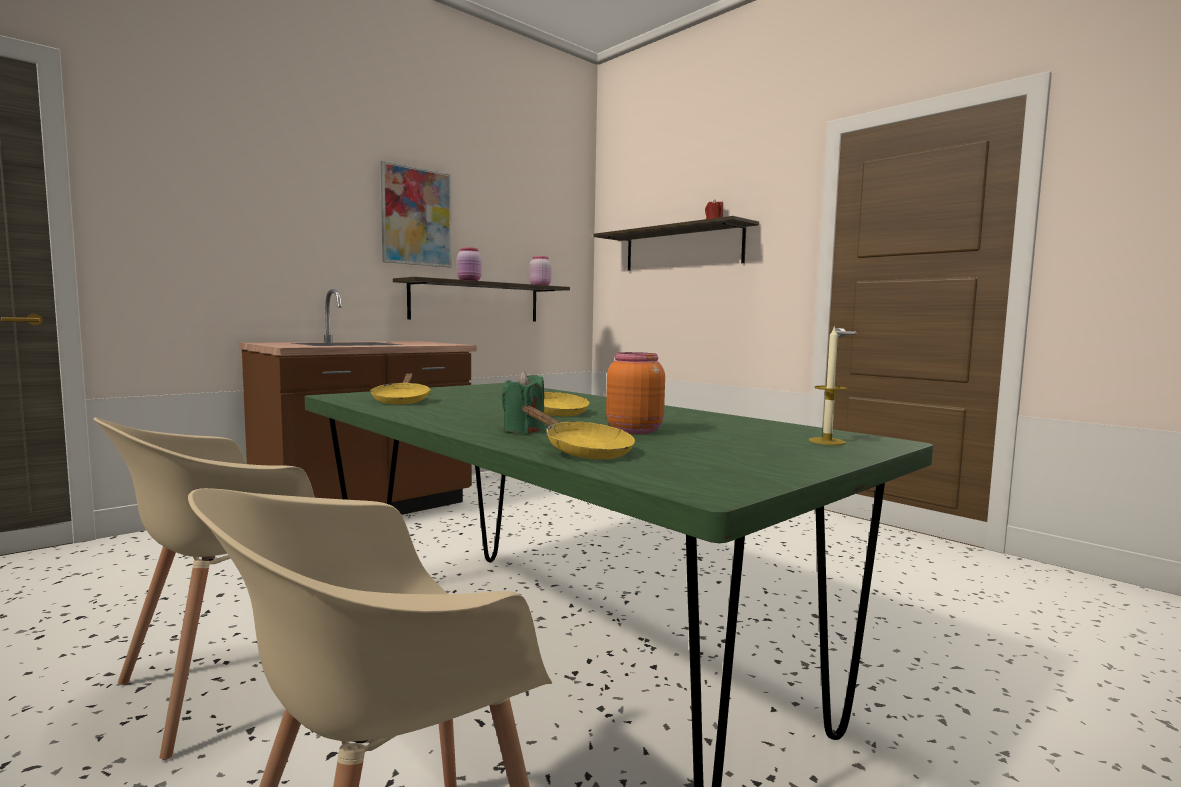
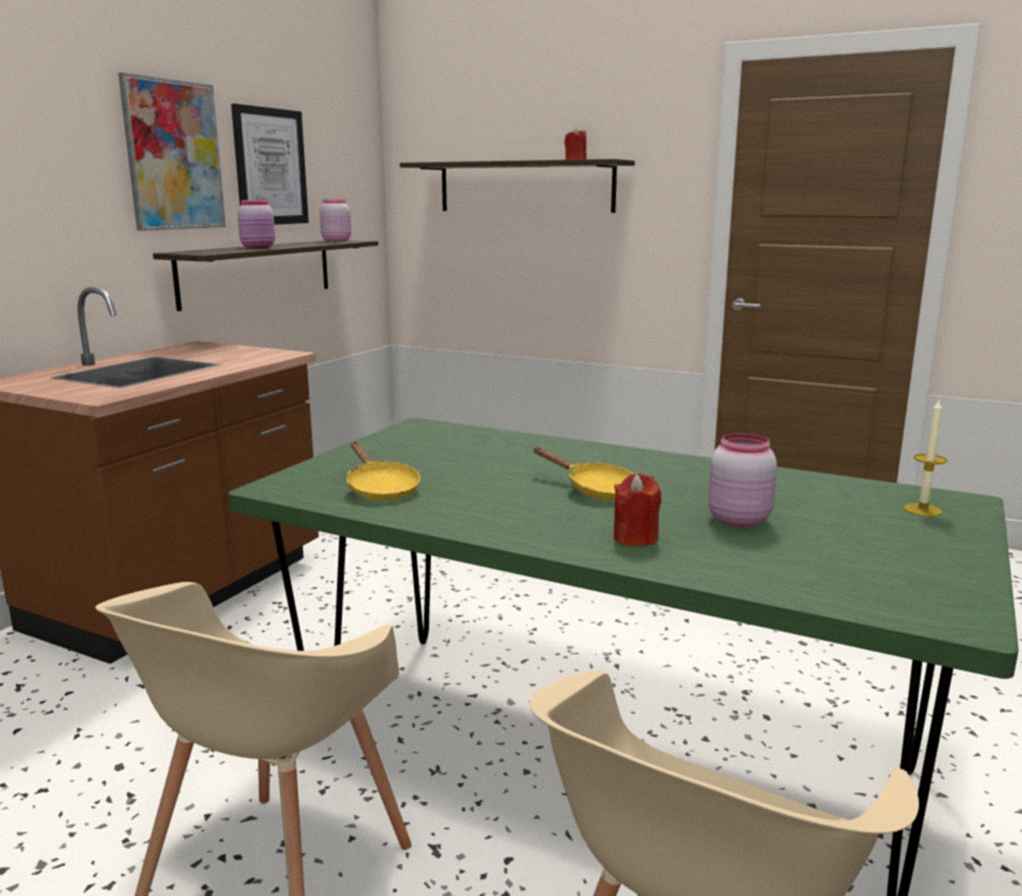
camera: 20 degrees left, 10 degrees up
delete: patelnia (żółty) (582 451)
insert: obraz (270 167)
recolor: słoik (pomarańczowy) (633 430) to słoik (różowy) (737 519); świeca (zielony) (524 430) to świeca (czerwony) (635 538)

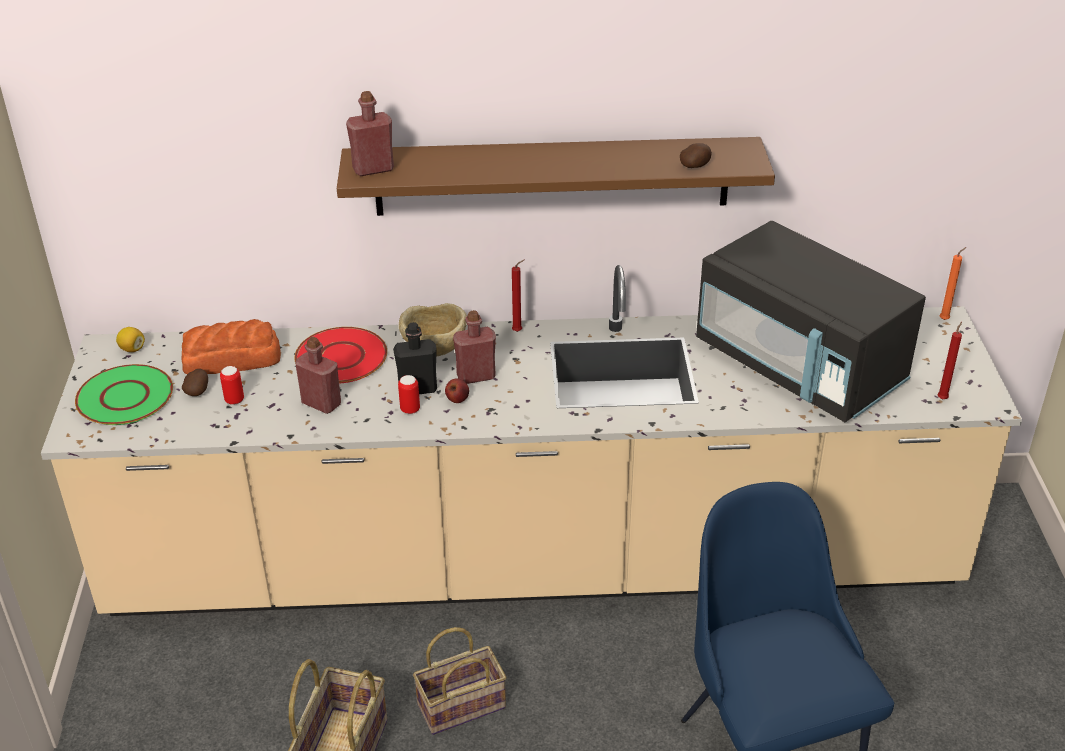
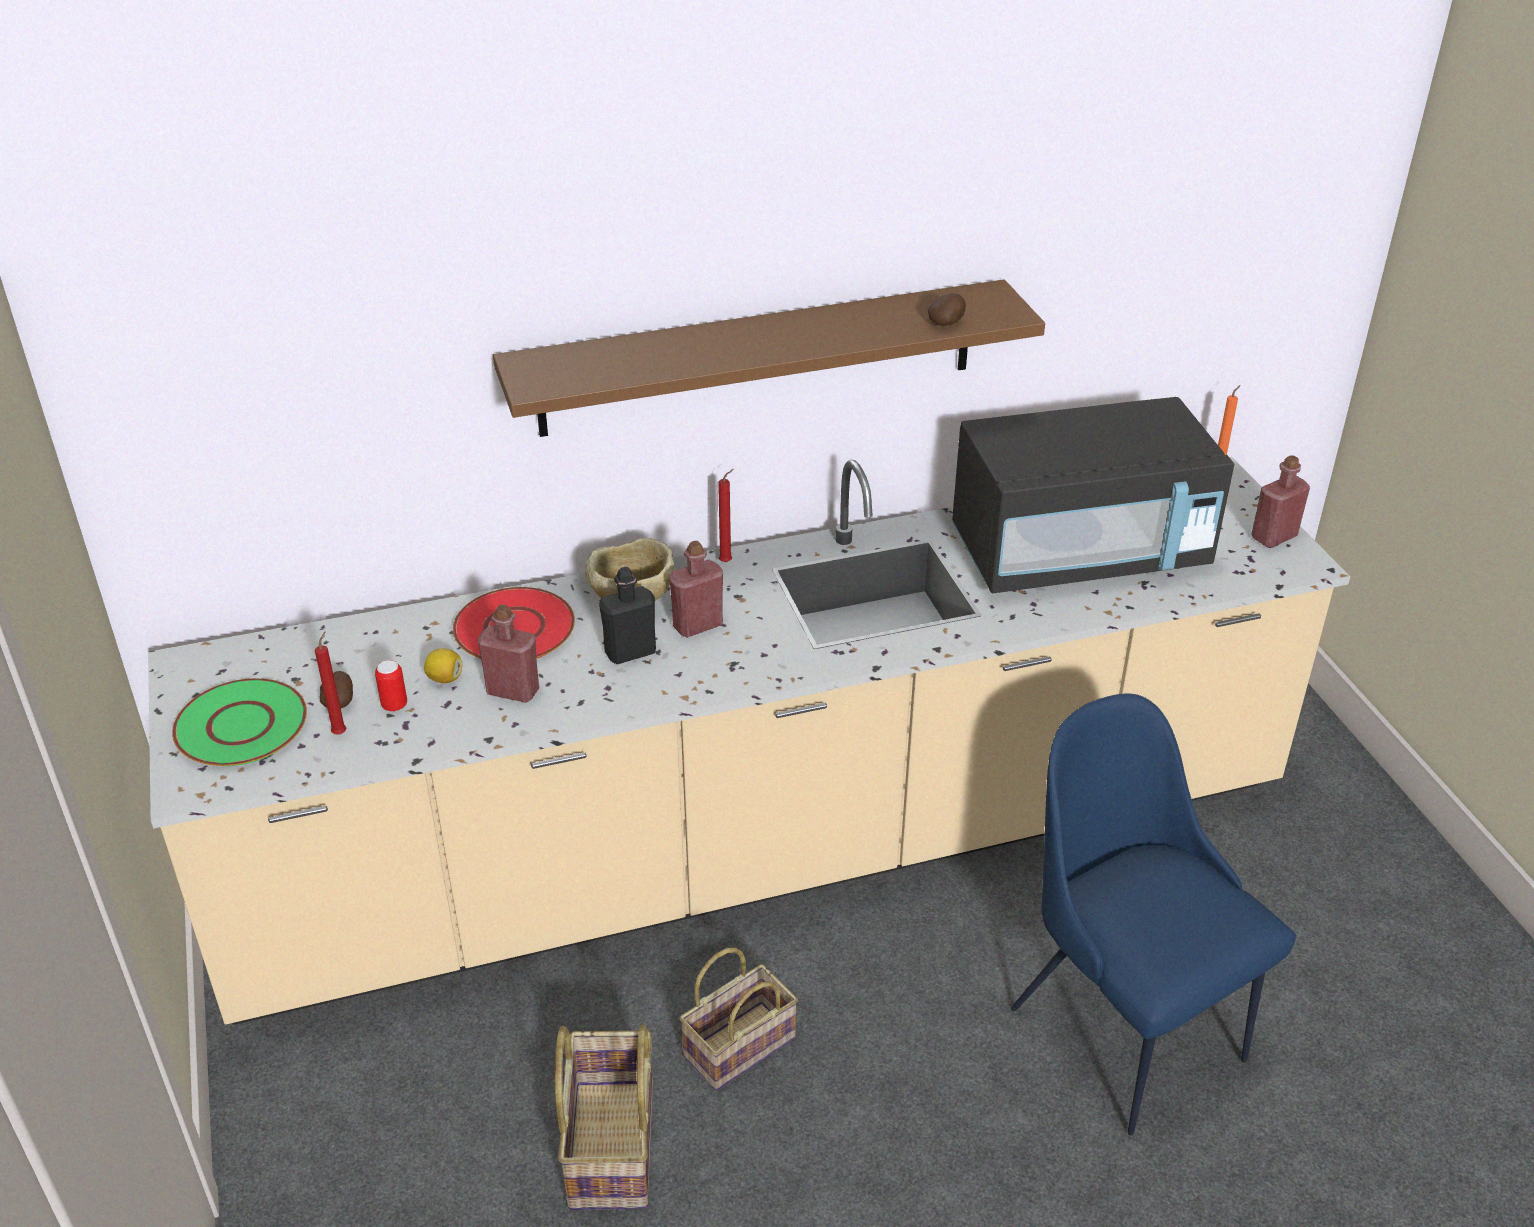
camera: 15 degrees left, 0 degrees up
delete: chleb (233 359); puszka (410 409); jabłko (457 400)
move: butelka (czerwony) (373 169) to (1273 537); świeca (czerwony) (942 398) to (341 732); cytryna (132 349) to (445 678)
rotate: mikrofalówka (czarny) (799 366) = (1079 554) 45 degrees counterclockwise

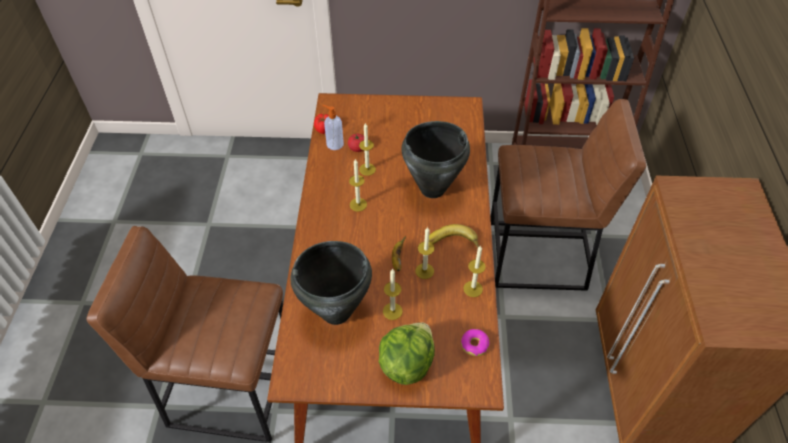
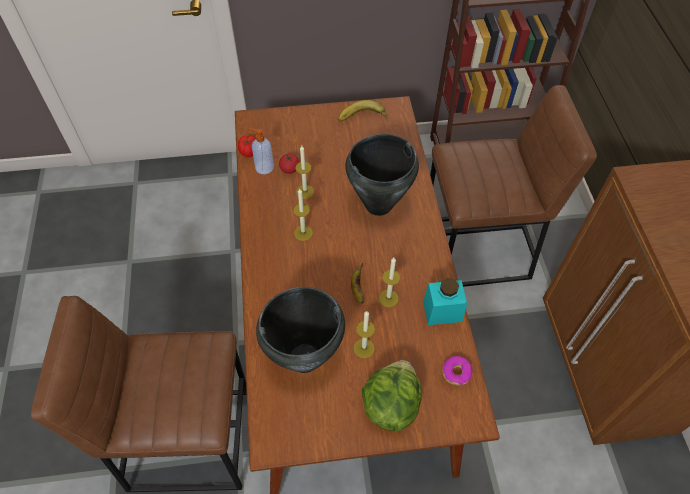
camera: 10 degrees left, 5 degrees up
move: banan (451 244) to (362 118)
replace: świeca (473 289) to słoik (turkusowy) (442 311)

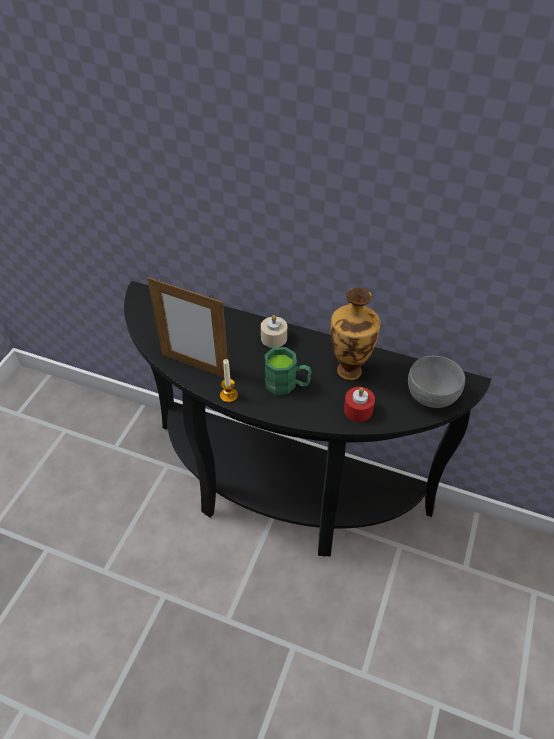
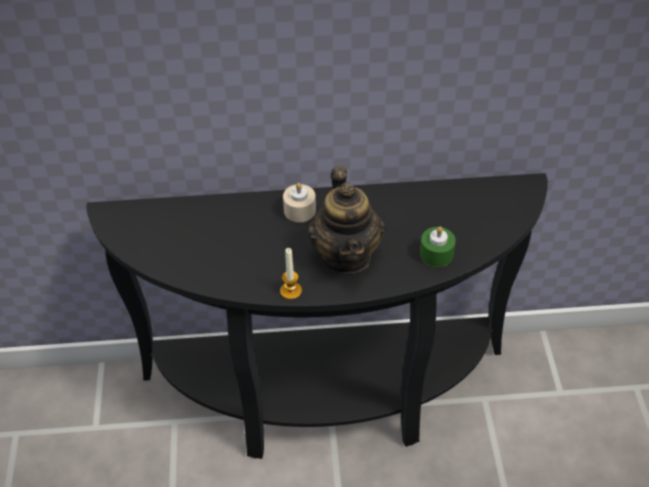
camera: 25 degrees left, 0 degrees up
delete: ramka na zdjęcie (195 366); wazon (349 369); miska (szary) (431 397)
replace: kubek (zielony) (287 384) to imbryk (346 255)
recolor: świeca (czerwony) (358 410) to świeca (zielony) (436 254)

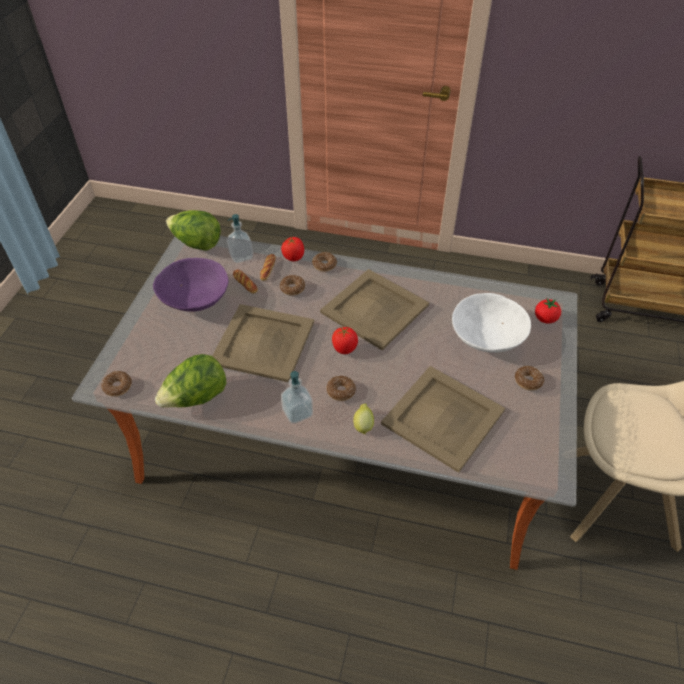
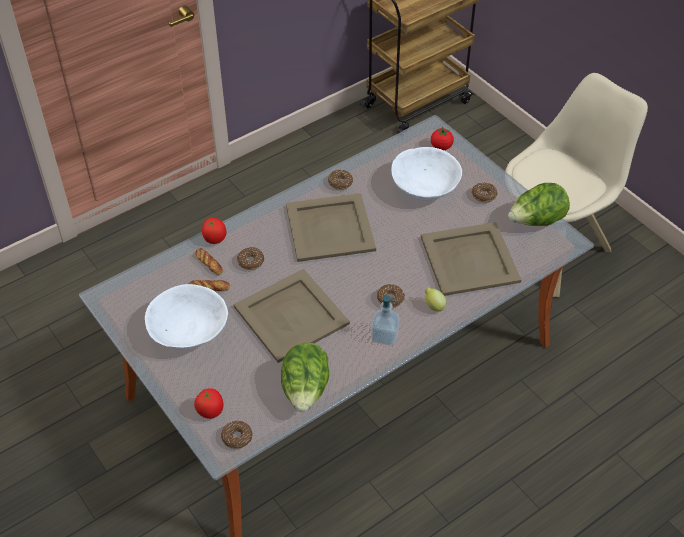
camera: 50 degrees left, 0 degrees up
delete: dozownik mydła (241 256)
move: sałata (196 243) to (536 221); donut (324 265) to (340 183); pomidor (345 348) to (210 411)
recolor: miska (fioletowy) (194 298) to miska (biały) (188 331)

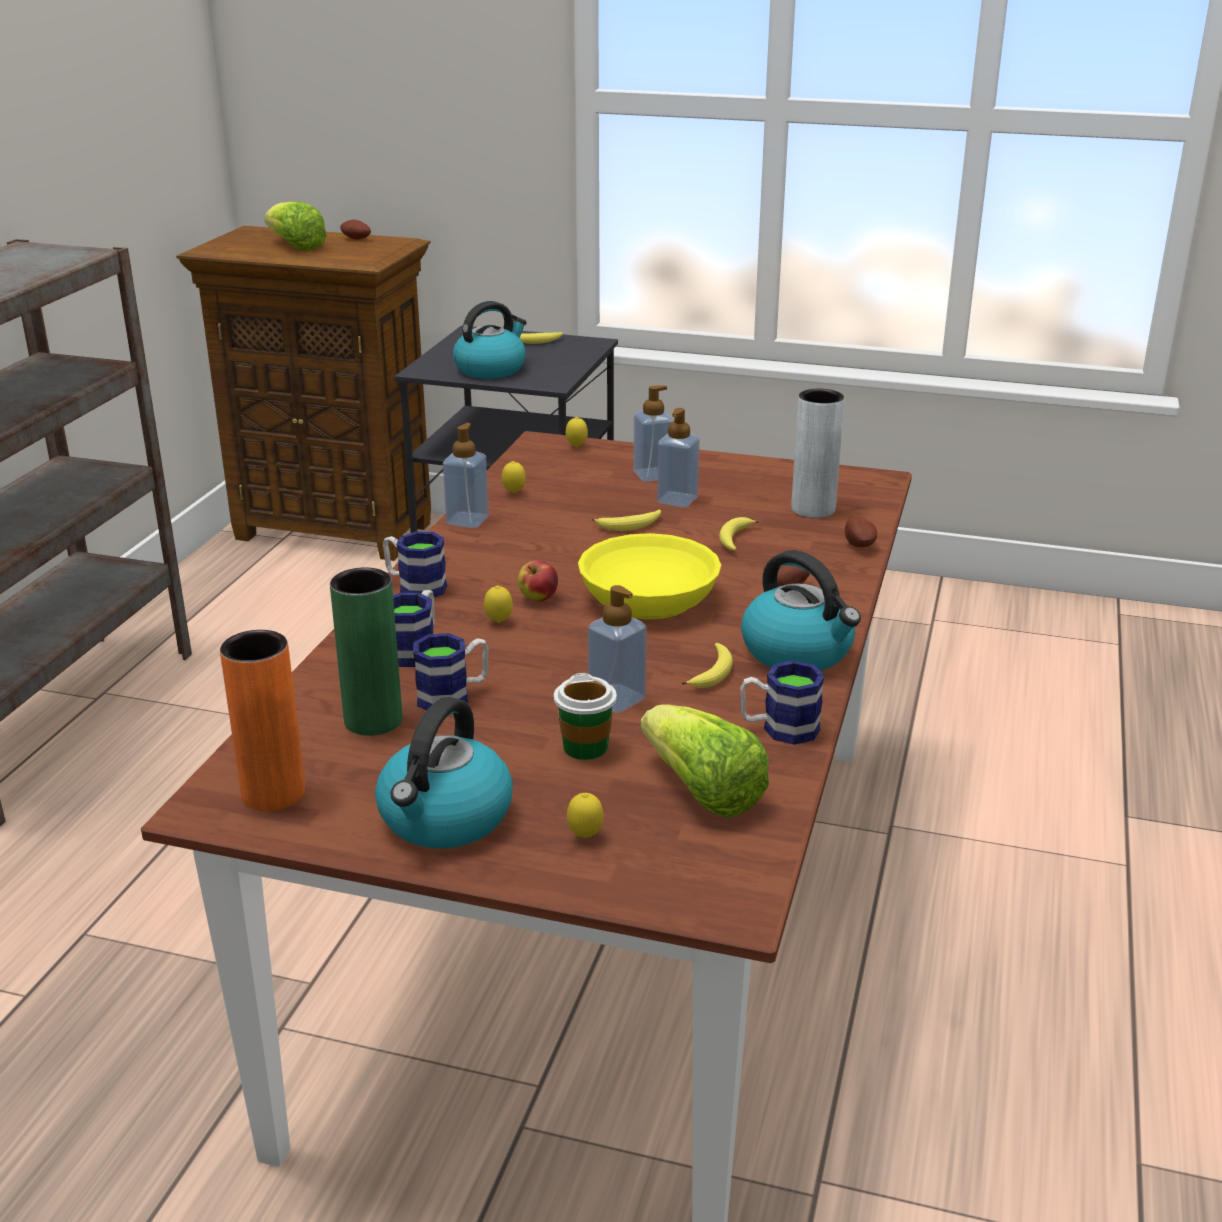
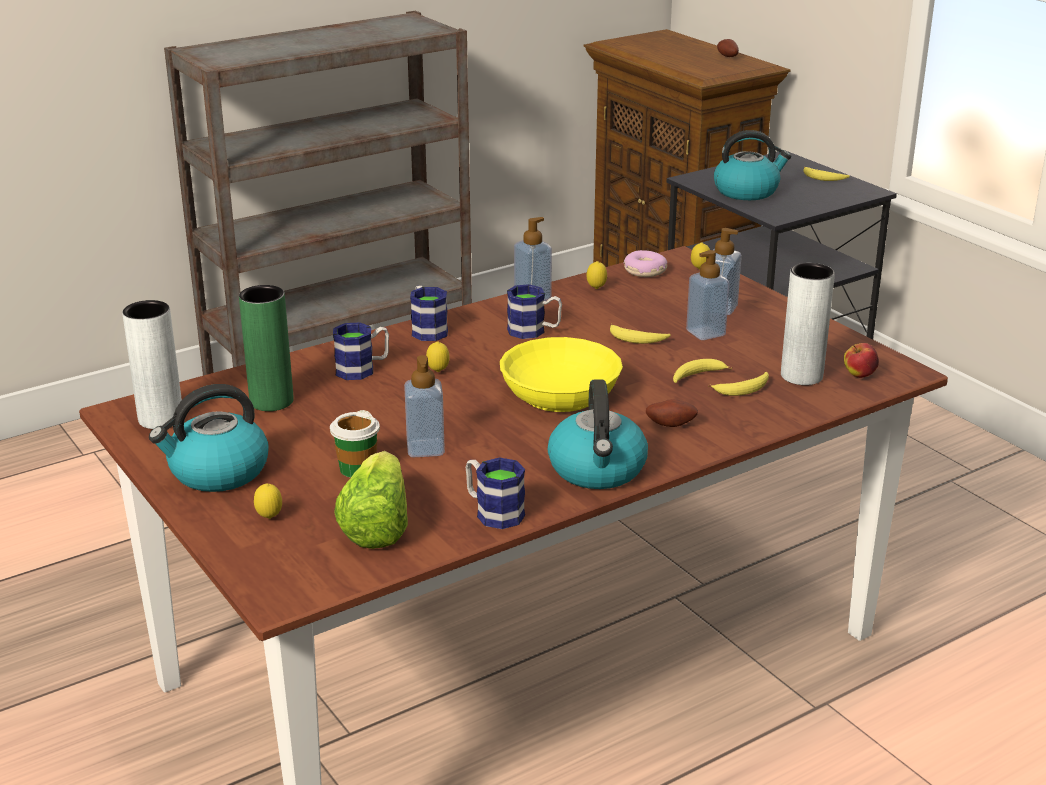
camera: 40 degrees right, 0 degrees up
delete: sałata (295 246); ziemniak (860 545)
insert: donut (645 271)
move: jabłko (538 598) to (859 375); kubek (453 695) to (534 331); banan (712 673) to (743 389)
recolor: wazon (pomarańczowy) (273 793) to wazon (szary) (161 419)

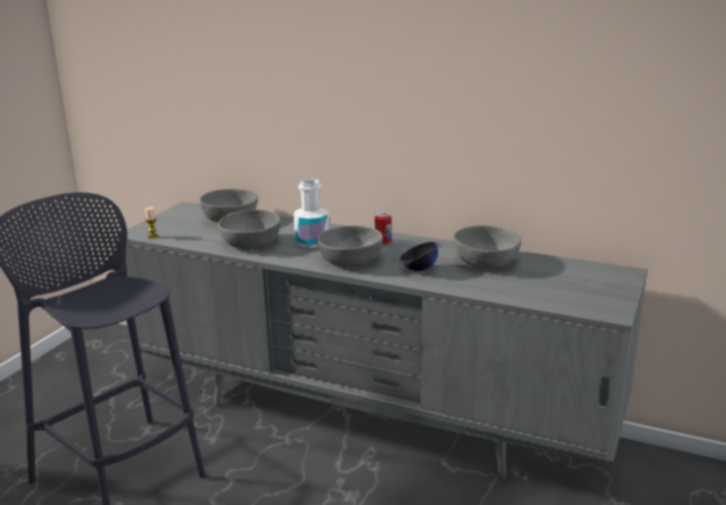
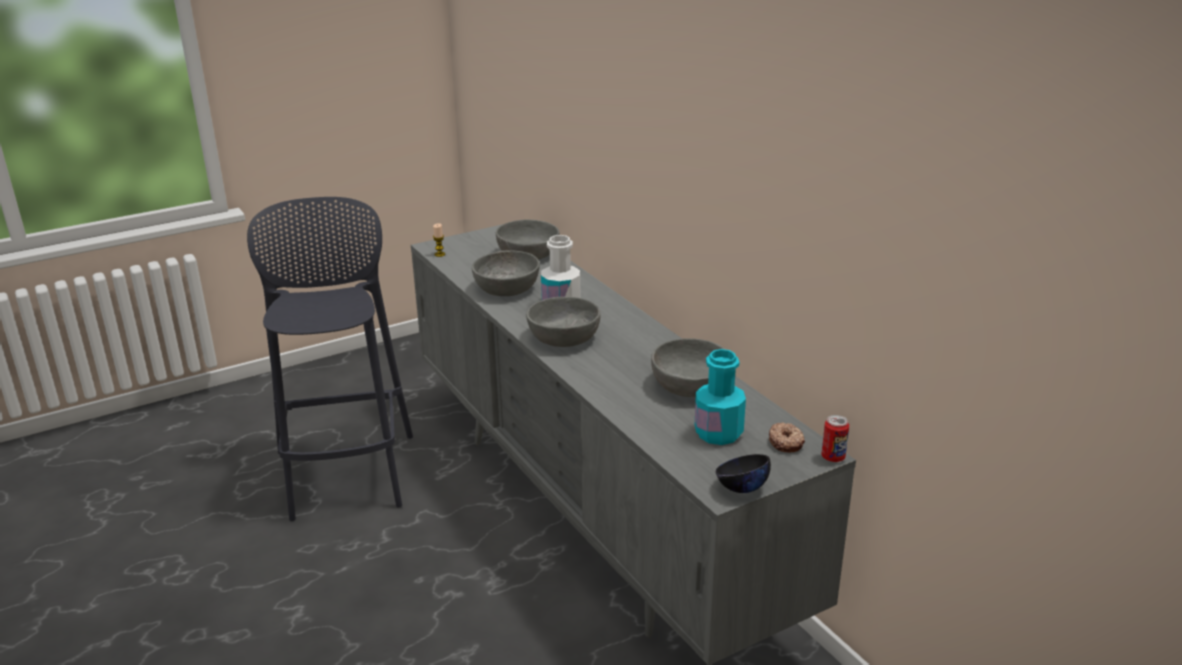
camera: 35 degrees right, 5 degrees up
insert: butelka (turkusowy) (718 433); donut (786 442)
move: puszka (383 242) to (833 457); miska (czarny) (418 269) to (741 488)

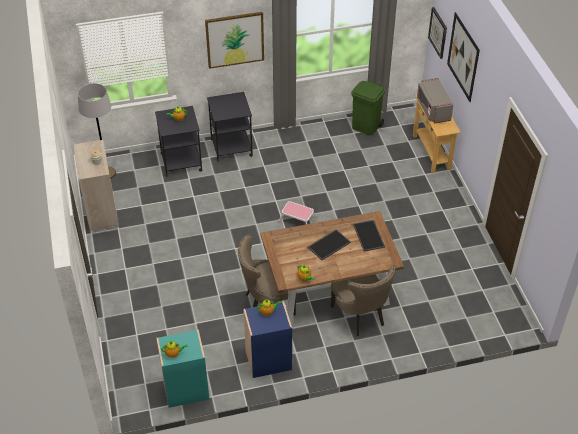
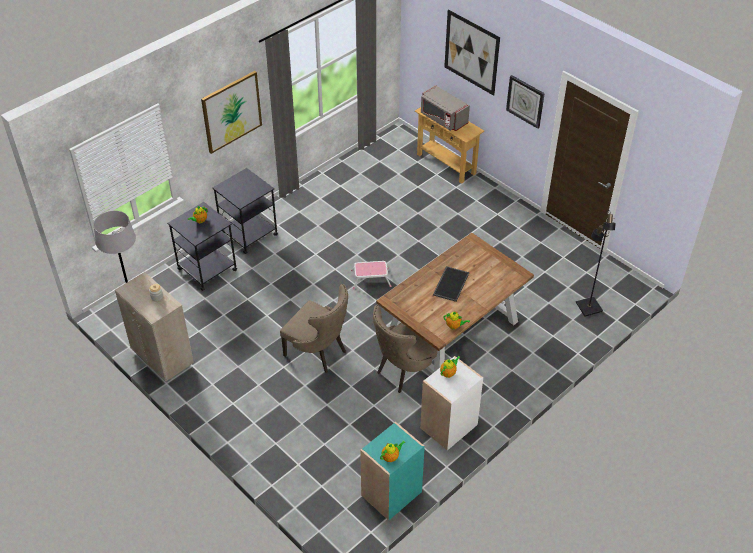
camera: 30 degrees left, 0 degrees up
delete: kosz na śmieci (zielony) (366 127); taca (369 236)
insert: lampa stojąca (czarny) (589 307)
move: zegar ścienny (438 32) to (525 101); krzesło (beżowy) (360 316) to (318 352)
recolor: regał (niebieski) (268 361) to regał (biały) (449 427)

